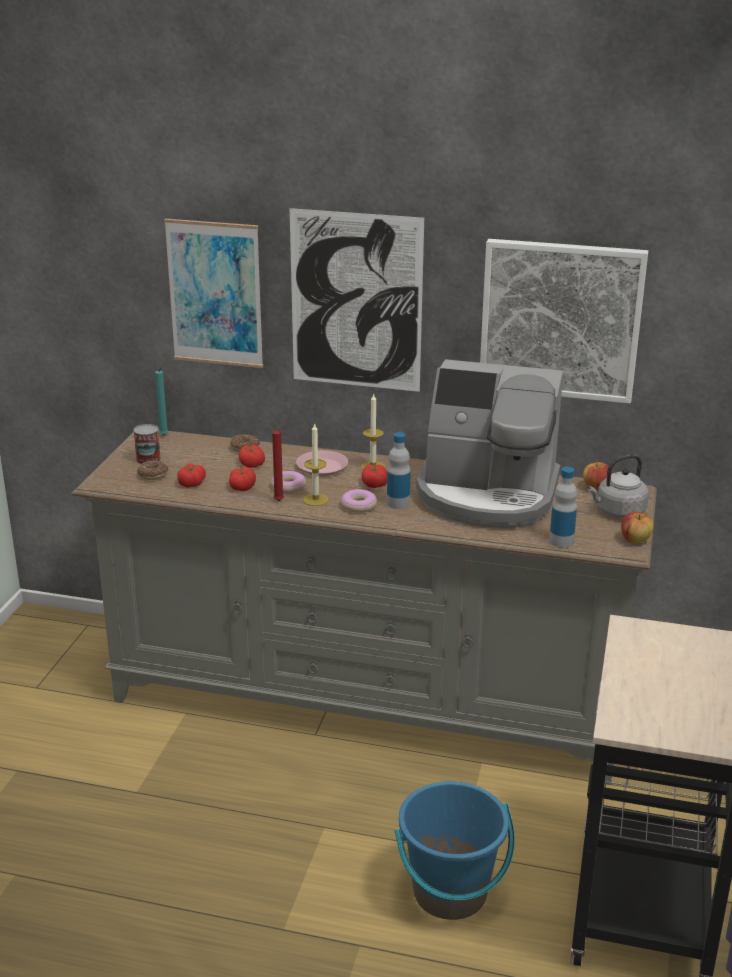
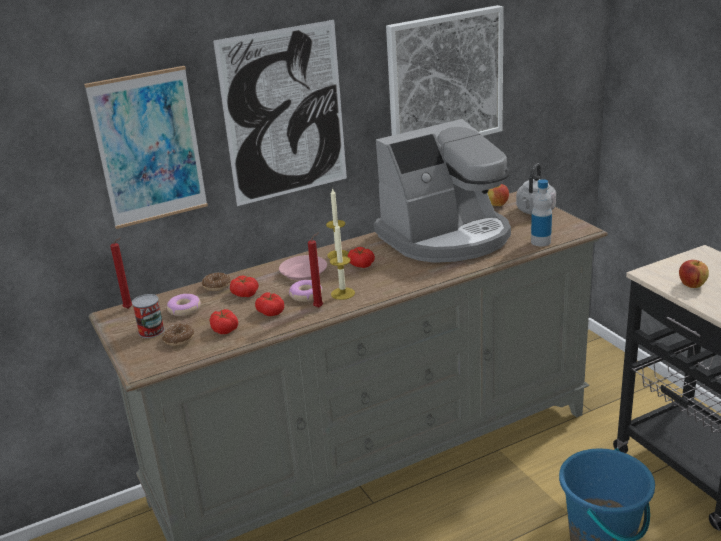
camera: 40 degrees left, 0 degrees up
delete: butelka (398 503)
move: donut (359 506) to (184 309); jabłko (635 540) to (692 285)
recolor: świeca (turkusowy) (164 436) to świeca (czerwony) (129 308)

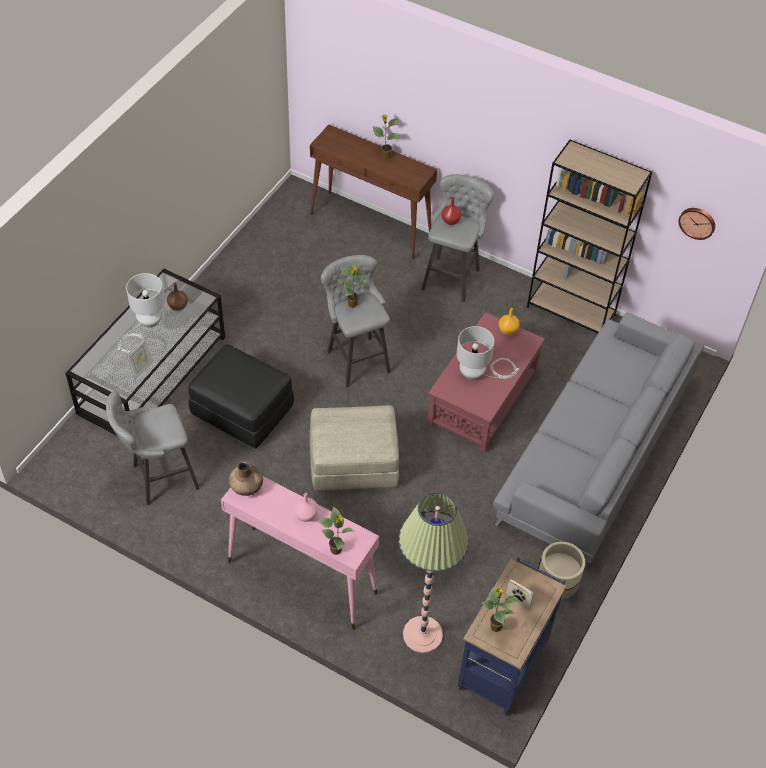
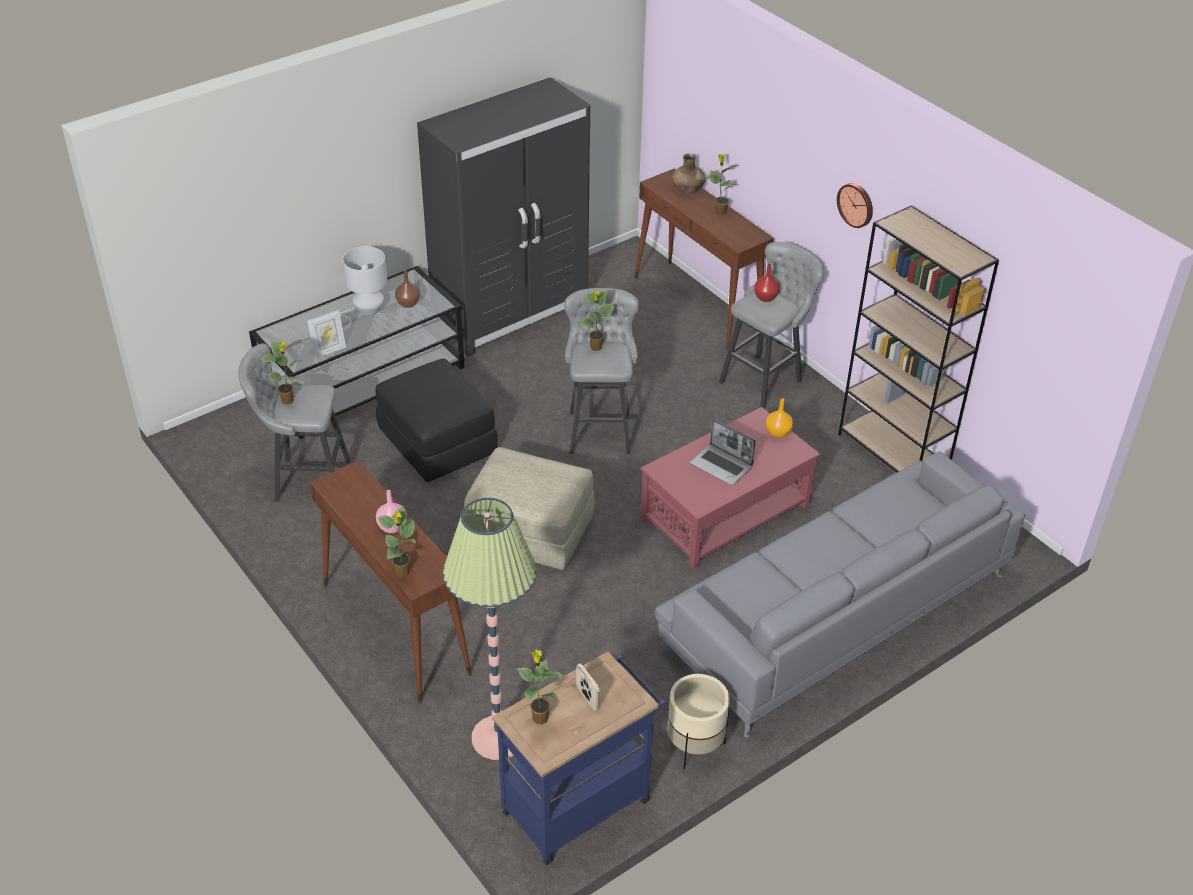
camera: 25 degrees right, 10 degrees down
insert: szafka (czarny) (512 314); roślina doniczkowa (288 401)
move: zegar ścienny (697 222) to (856 204); wazon (brązowy) (247 487) to (688 190)
replace: lampa stołowa (szary) (484 371) to laptop (722 466)
recolor: stolik konsolowy (różowy) (301 577) to stolik konsolowy (brązowy) (395 628)

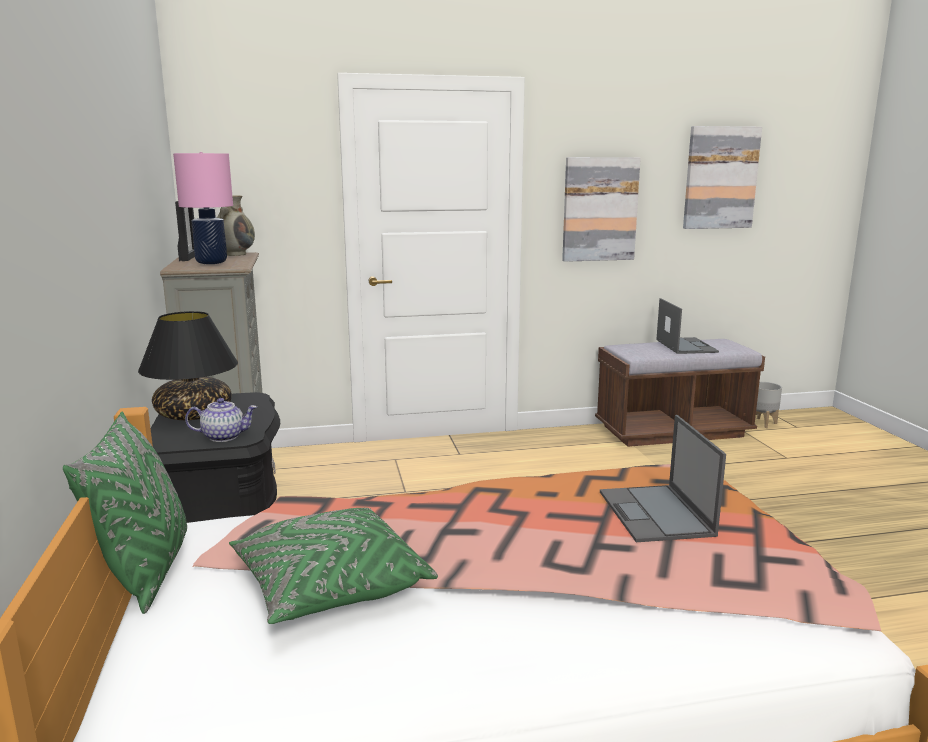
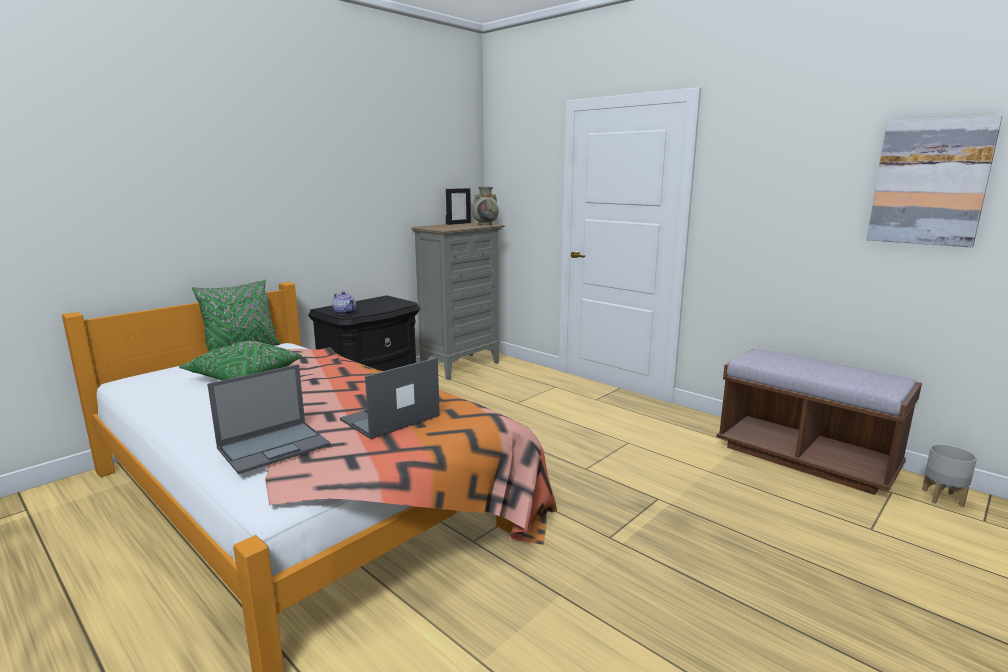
camera: 55 degrees right, 0 degrees up
delete: lampa stołowa (różowy) (212 263); obraz (599 209); lampa stołowa (czarny) (193 414)
move: laptop (685 346) to (275 446)

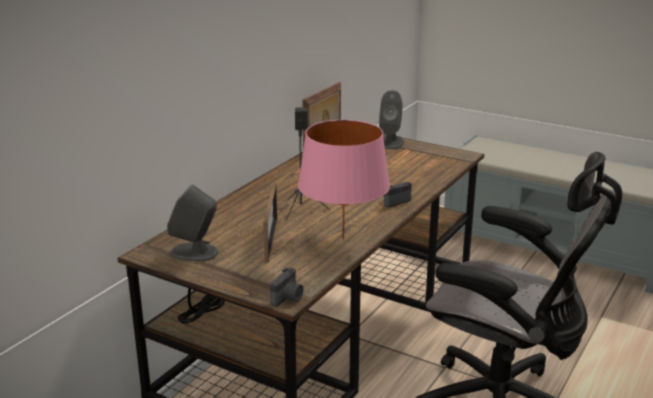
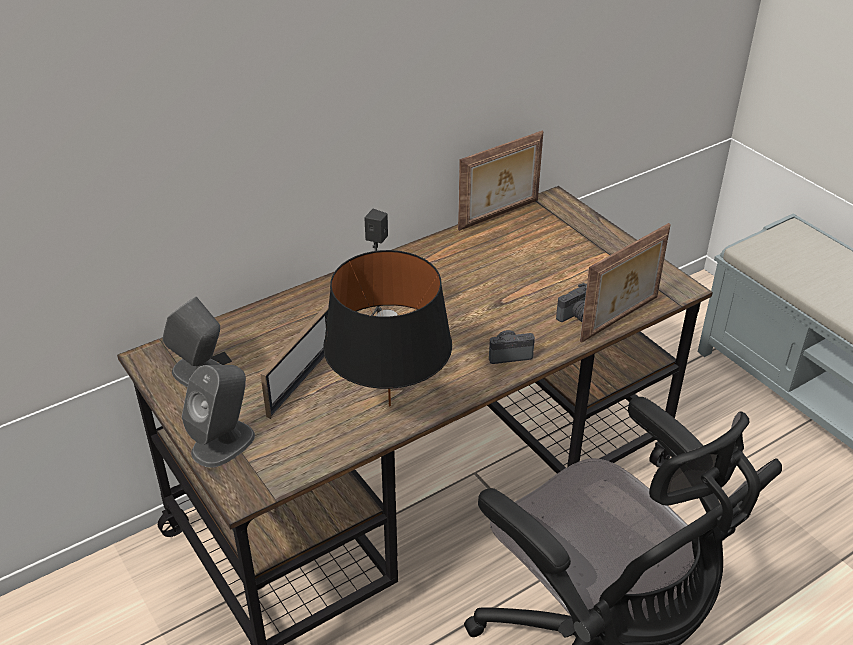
camera: 25 degrees right, 15 degrees up
insert: ramka na zdjęcie (621 319)
move: głośnik (szary) (390 142) to (224 443); aparat fotograficzny (288 298) to (577 316)
recolor: lampa stołowa (różowy) (343 238) to lampa stołowa (czarny) (389 405)

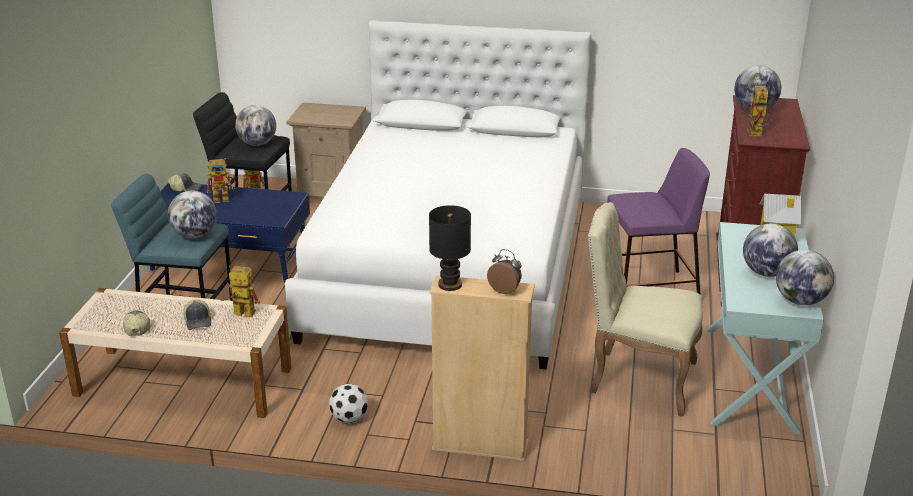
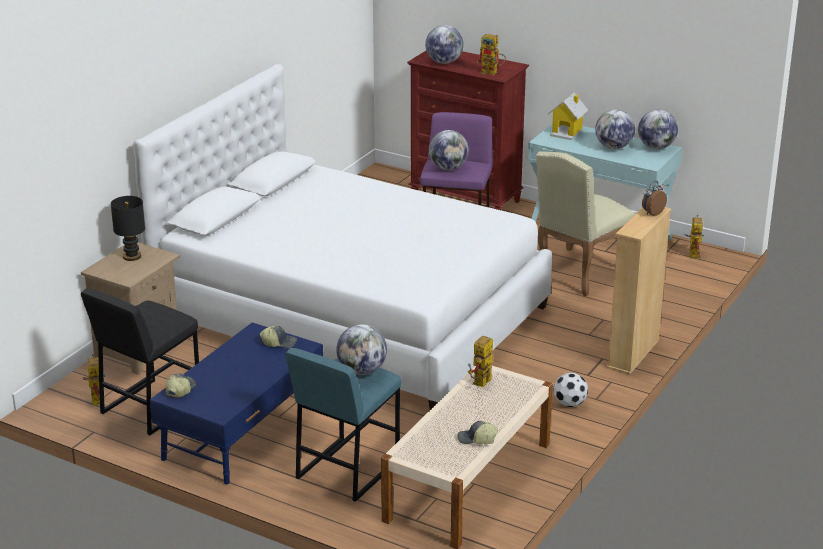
camera: 70 degrees left, 0 degrees up
move: globus (257 144) to (448 168); robot zabawkowy (225 199) to (692 253); lampa stołowa (czarny) (450 284) to (131 256); czapka z daszkiem (198 321) to (279 342)

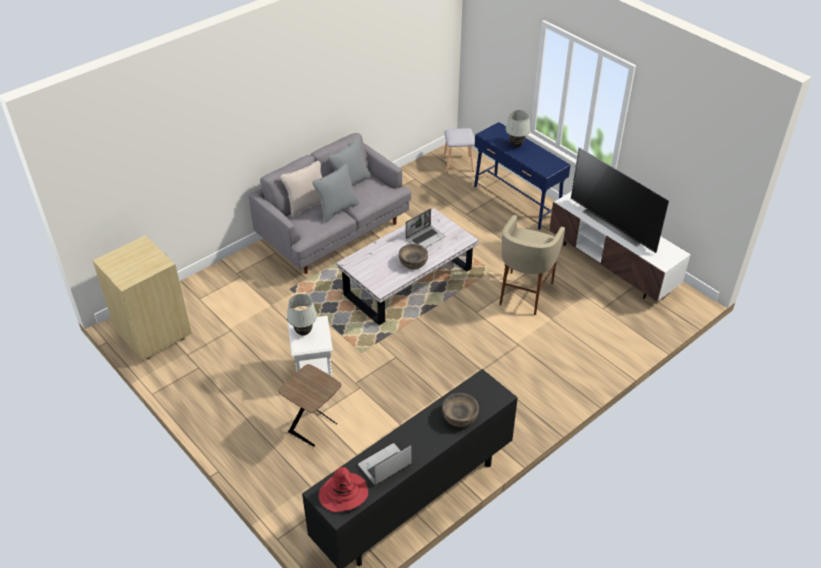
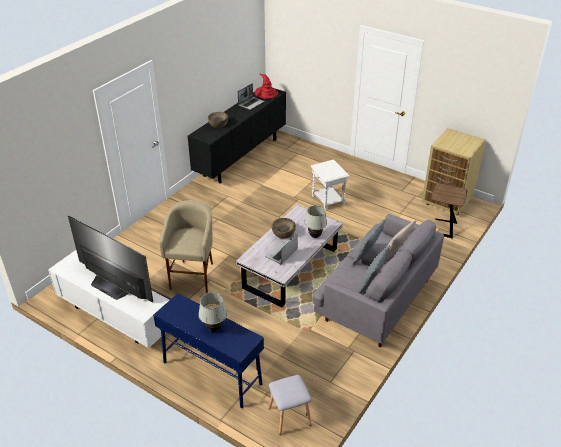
camera: 165 degrees right, 5 degrees down
move: lampa stołowa (biały) (304 332) to (315 236); stolik (brązowy) (314 428) to (442 228)

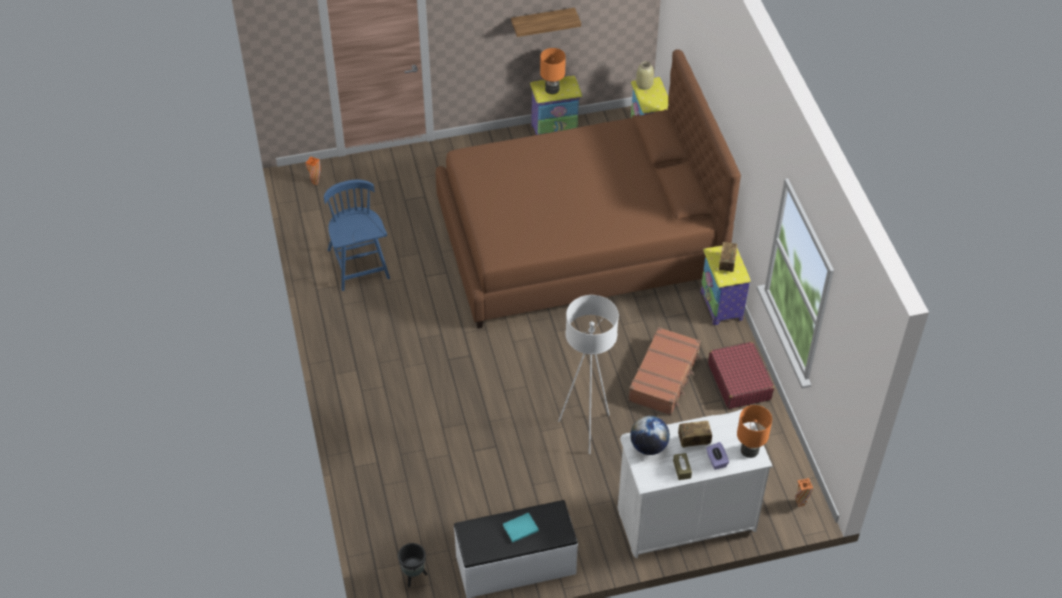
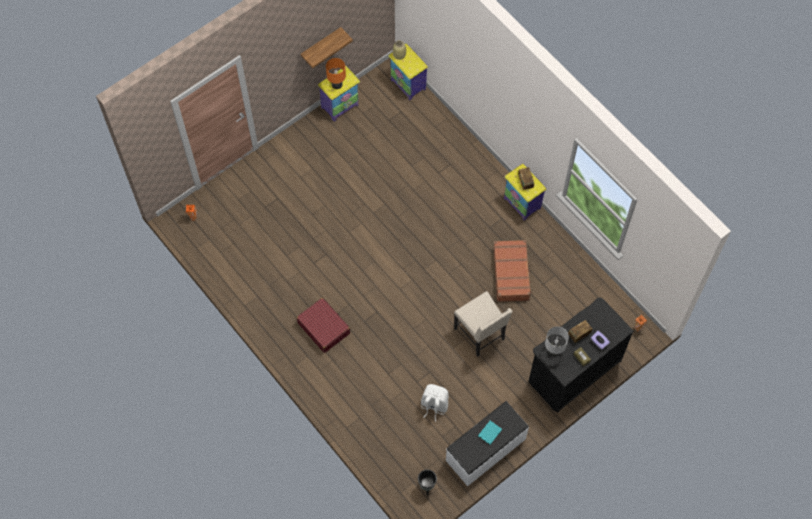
camera: 25 degrees left, 15 degrees up
delete: łóżko (brązowy) (579 240); krzesło (niebieski) (359 265); lampa stołowa (pomarańczowy) (749 450)
insert: plecak (biały) (434 406)
move: walizka (czerwony) (739 381) to (323 328)
replace: lampa stojąca (biały) (586 429) to krzesło (beżowy) (480 334); globus (648 446) to lampa stołowa (szary) (553 350)
recolor: komoda (biały) (685 520) to komoda (czarny) (573 371)

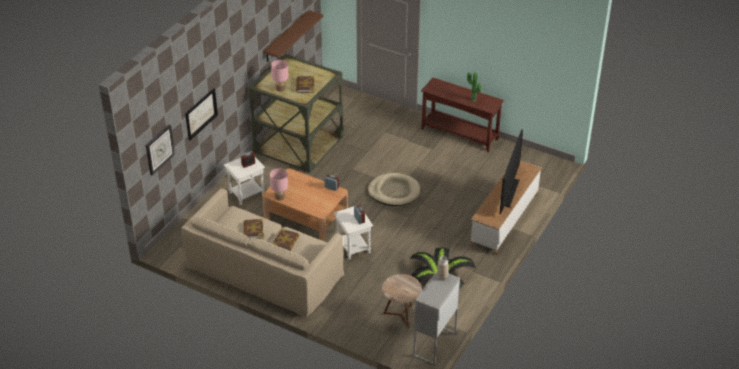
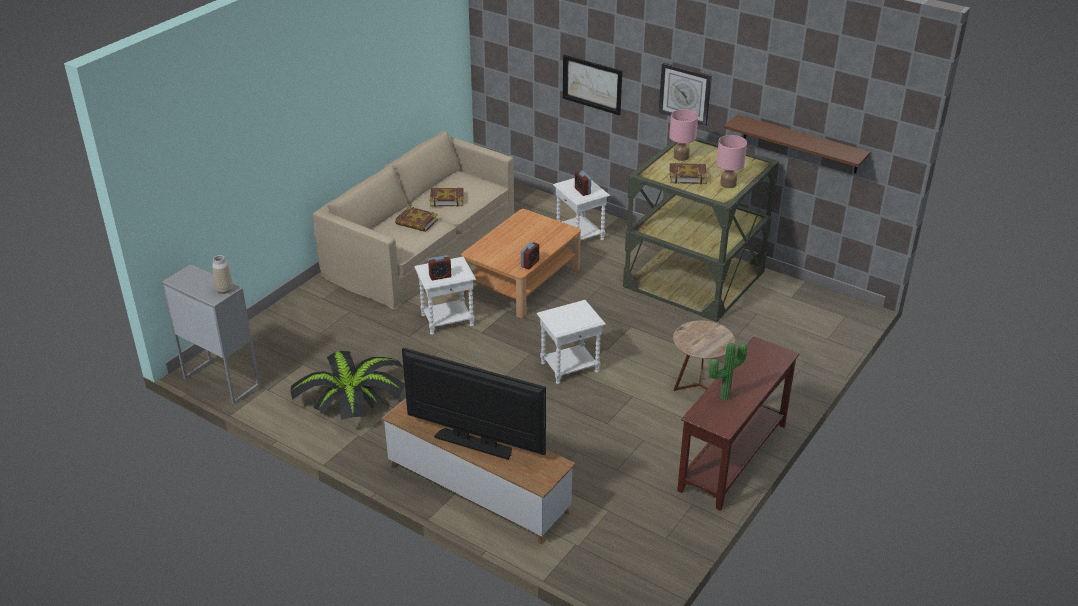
camera: 95 degrees right, 5 degrees down
move: zegar ścienny (159 149) to (685 93); lampa stołowa (różowy) (280 197) to (728 184); stolik (brązowy) (401 315) to (699 385)
replace: legowisko (beżowy) (394 192) to stolik (biały) (569 366)

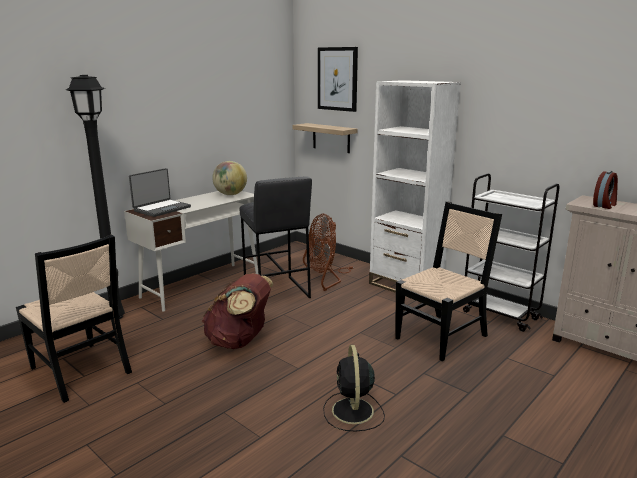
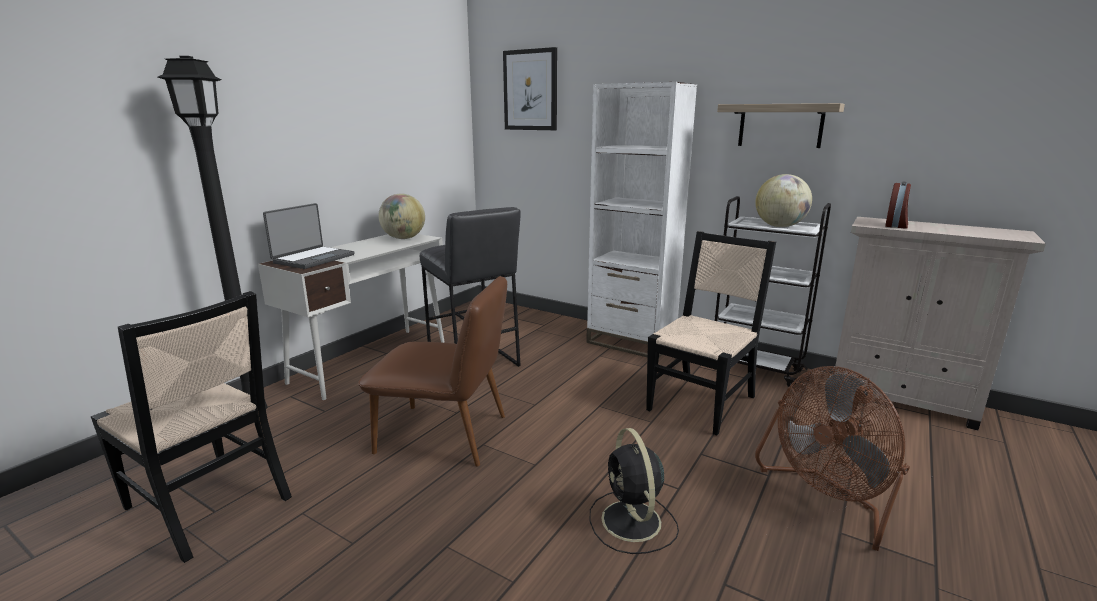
camera: 10 degrees left, 0 degrees up
insert: globus (779 226)
move: półka (331 138) to (780 125); wentylator (brązowy) (326 276) to (827 495)
replace: plecak (brązowy) (239 341) to krzesło (brązowy) (442 434)

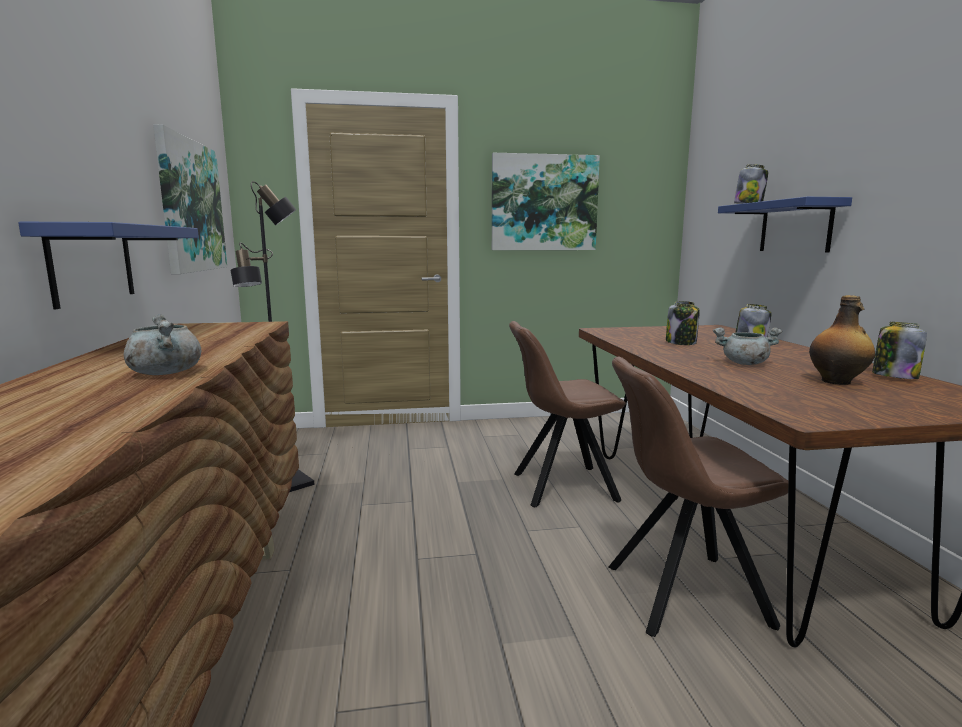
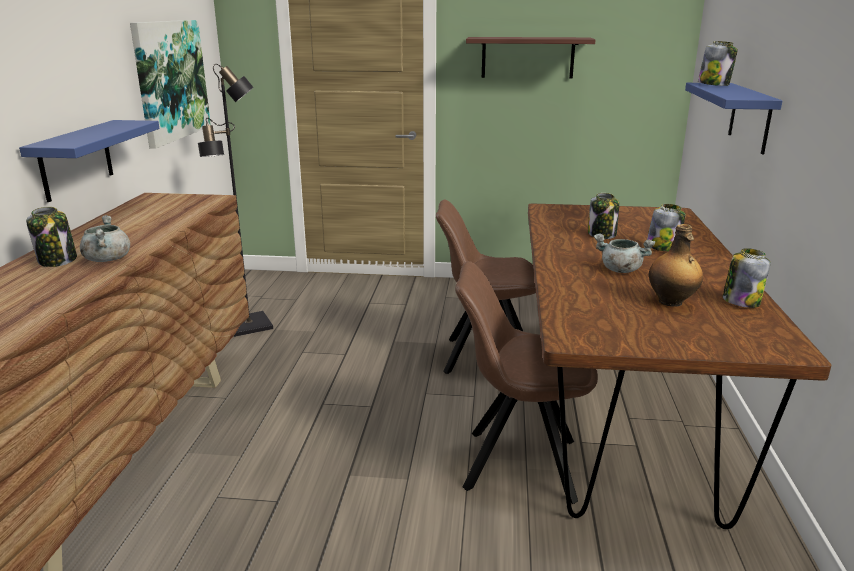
camera: 15 degrees right, 10 degrees up
insert: słoik (57 260)
replace: obraz (544 203) to półka (527 57)

